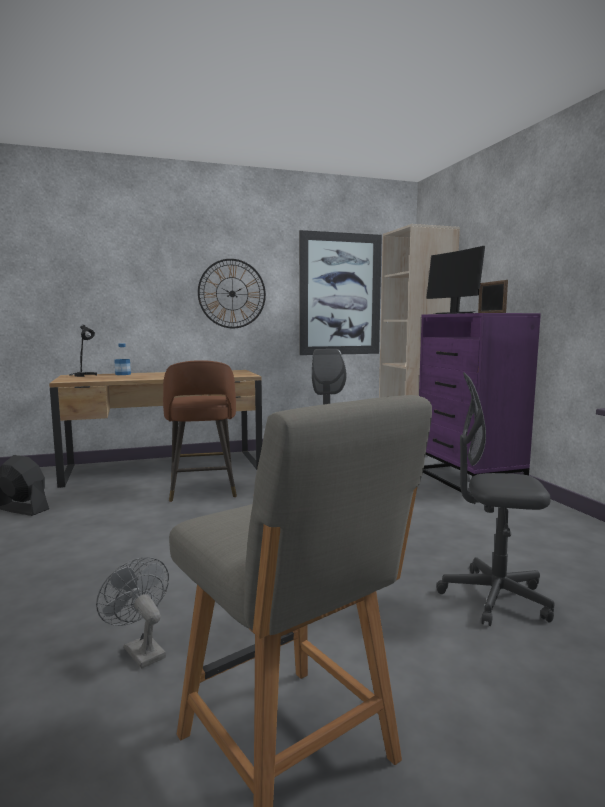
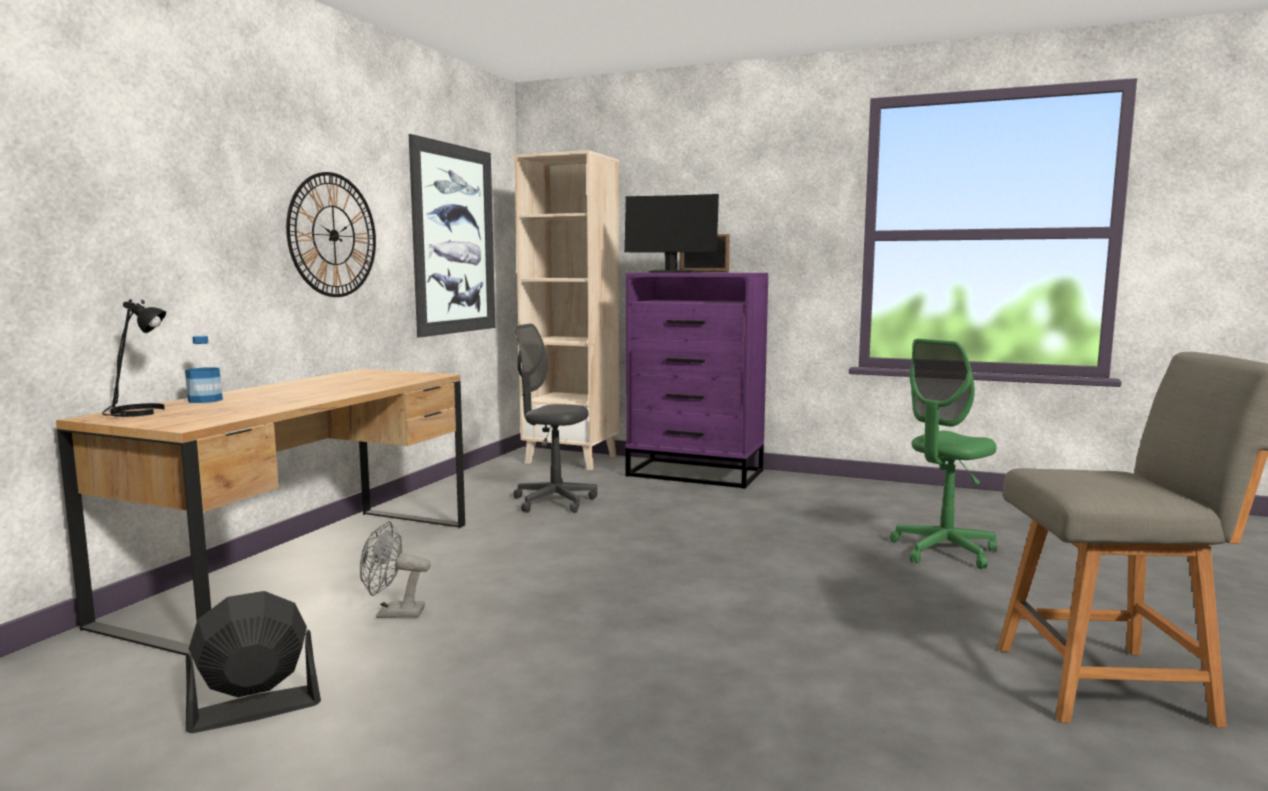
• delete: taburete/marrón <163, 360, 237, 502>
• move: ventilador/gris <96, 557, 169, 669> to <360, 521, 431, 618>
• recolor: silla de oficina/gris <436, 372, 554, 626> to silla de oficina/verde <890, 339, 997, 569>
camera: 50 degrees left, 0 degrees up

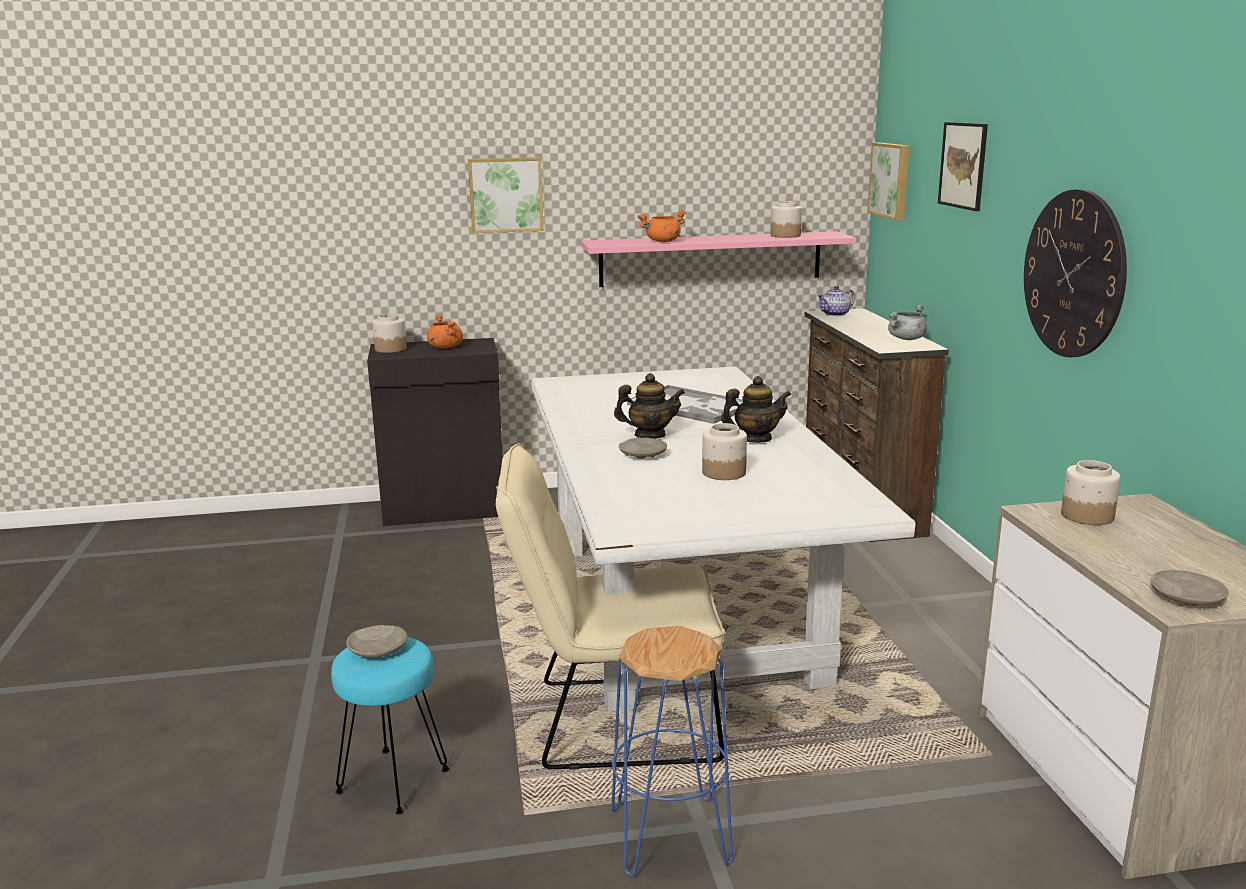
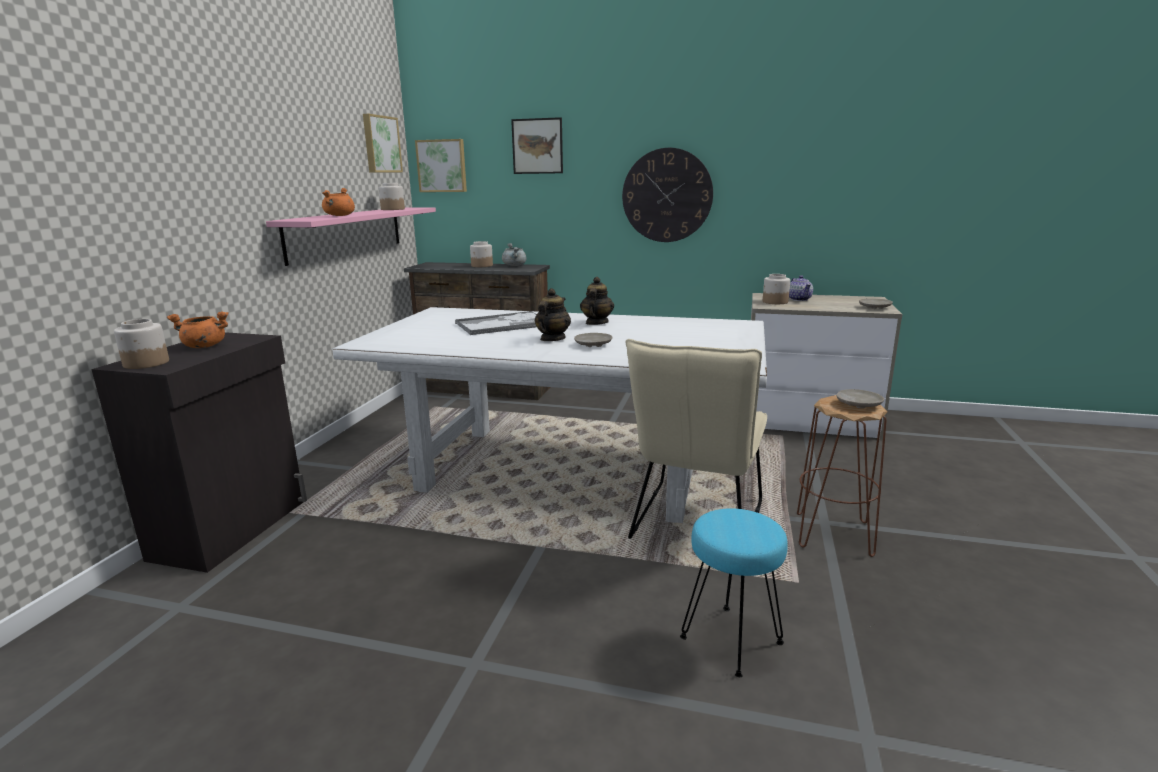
• move: plato/beis <346, 625, 407, 658> to <836, 389, 884, 409>
• move: cuadro <468, 157, 544, 233> to <363, 114, 403, 173>
• move: tarro <702, 423, 747, 480> to <470, 241, 493, 267>
• move: tetera <817, 286, 855, 316> to <789, 275, 813, 301>
• recolor: taburete/azul <611, 626, 733, 877> to taburete/marrón <797, 395, 888, 557>
camera: 65 degrees left, 0 degrees up

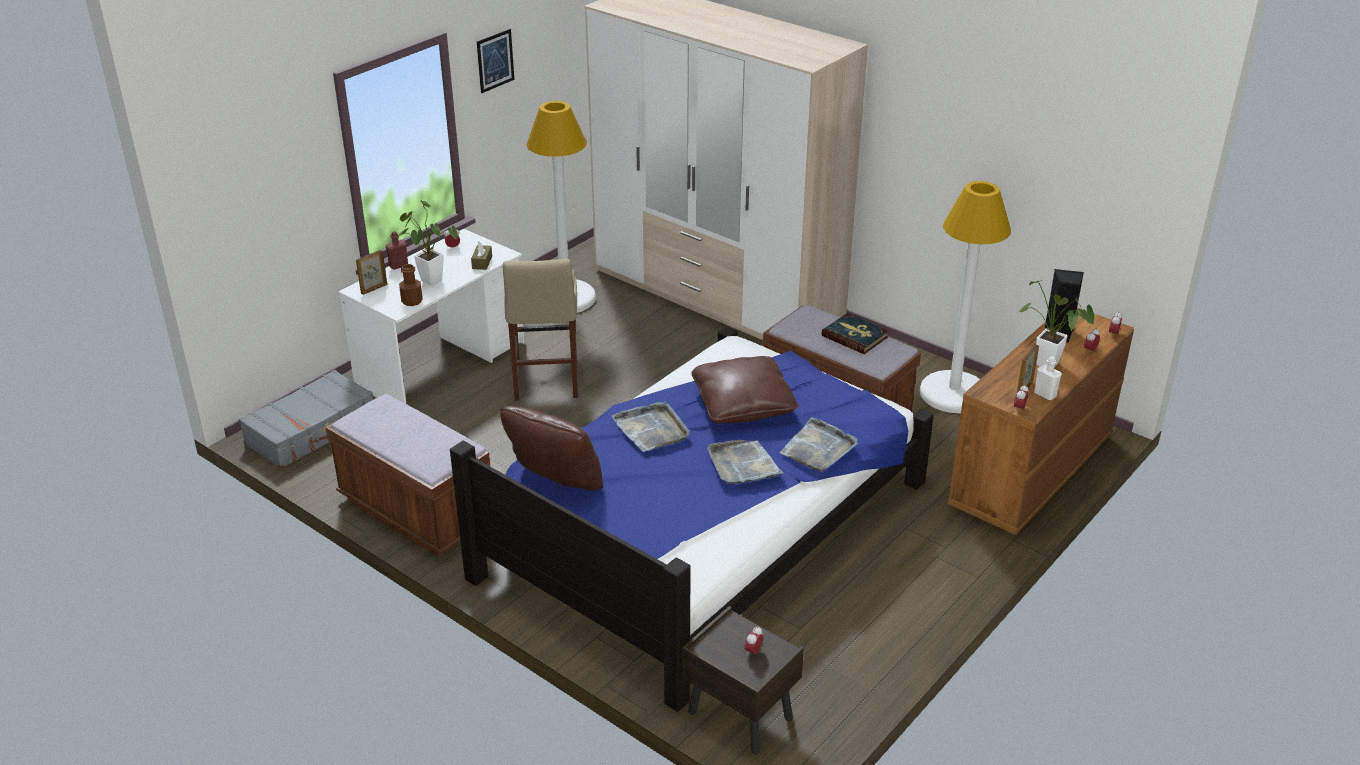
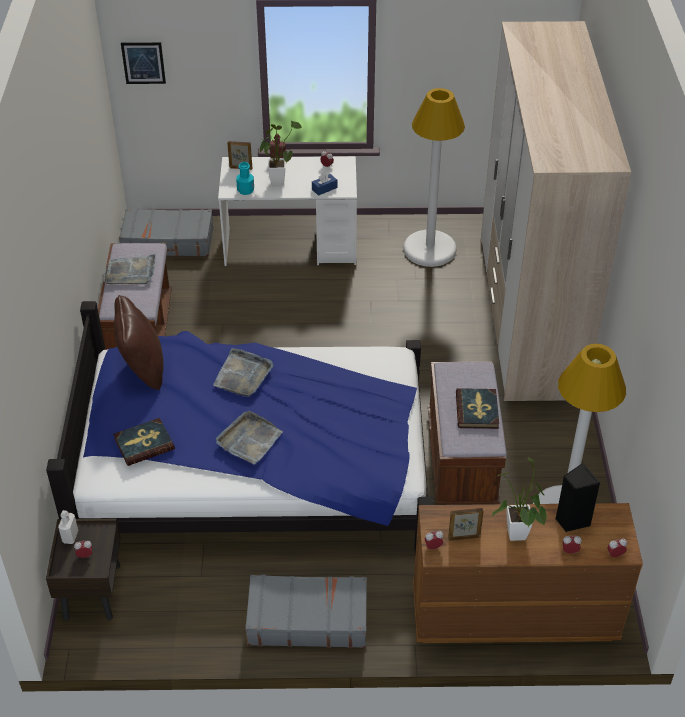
• delete: taburete/beis <503, 259, 578, 401>
• delete: cojín/marrón <692, 356, 799, 423>
• insert: libro <113, 418, 175, 466>
• insert: maleta/gris <245, 574, 367, 648>
• move: cuadro <477, 29, 514, 93> to <121, 42, 166, 84>
• move: bandeja/gris <780, 417, 858, 472> to <103, 254, 156, 284>
• move: botella/blanco <1034, 356, 1062, 400> to <58, 510, 78, 544>
• recolor: botella/marrón <399, 264, 423, 306> to botella/turquesa <236, 162, 254, 195>
• recolor: caja de pañuelos/marrón <471, 242, 492, 270> to caja de pañuelos/azul <312, 172, 337, 196>
camera: 50 degrees right, 10 degrees up

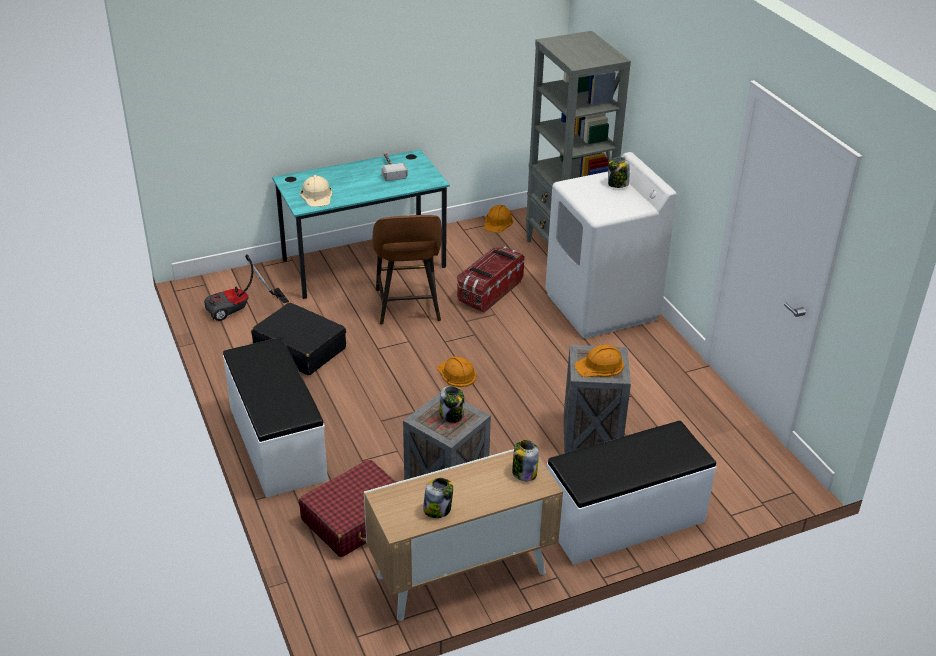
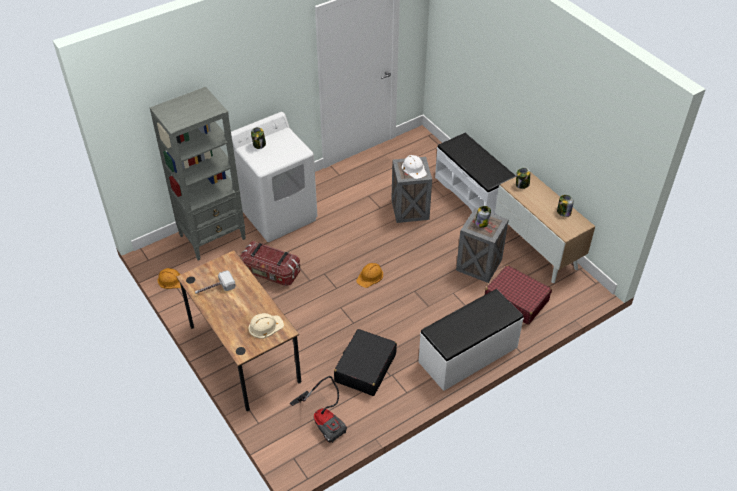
• delete: taburete/marrón <373, 215, 442, 325>
• recolor: escritorio/turquesa <272, 149, 450, 299> to escritorio/marrón <177, 250, 301, 412>
• recolor: casco/naranja <574, 344, 624, 377> to casco/blanco <402, 155, 427, 179>
camera: 100 degrees left, 10 degrees up

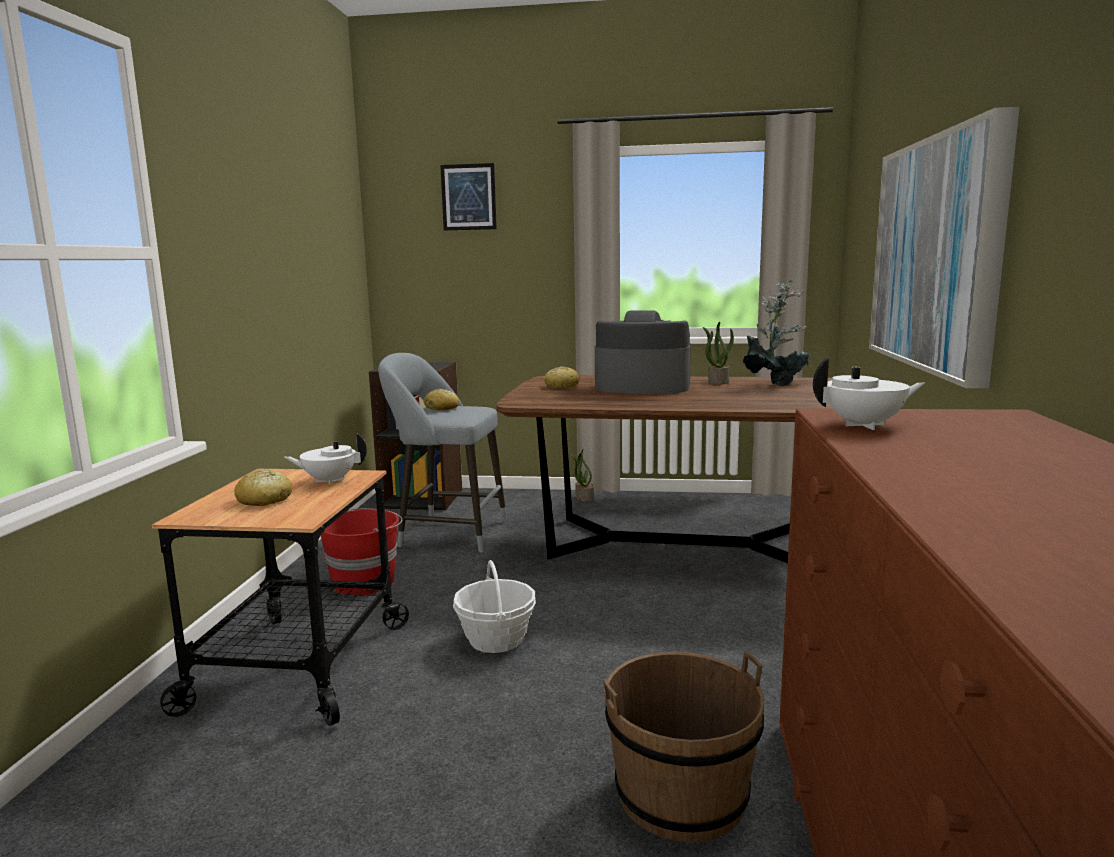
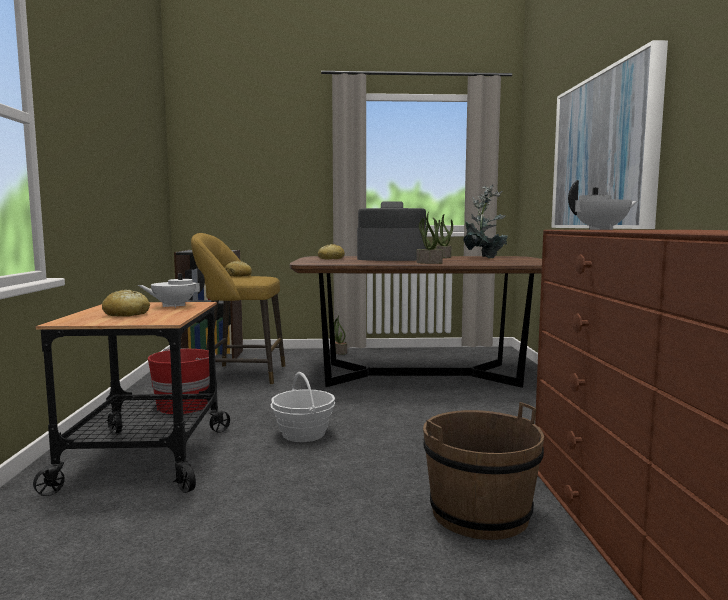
• delete: cuadro <440, 163, 497, 231>
• insert: planta en maceta <416, 212, 443, 264>
• recolor: taburete/gris <378, 353, 507, 552> to taburete/amarillo <191, 233, 285, 385>
camera: 10 degrees left, 5 degrees down

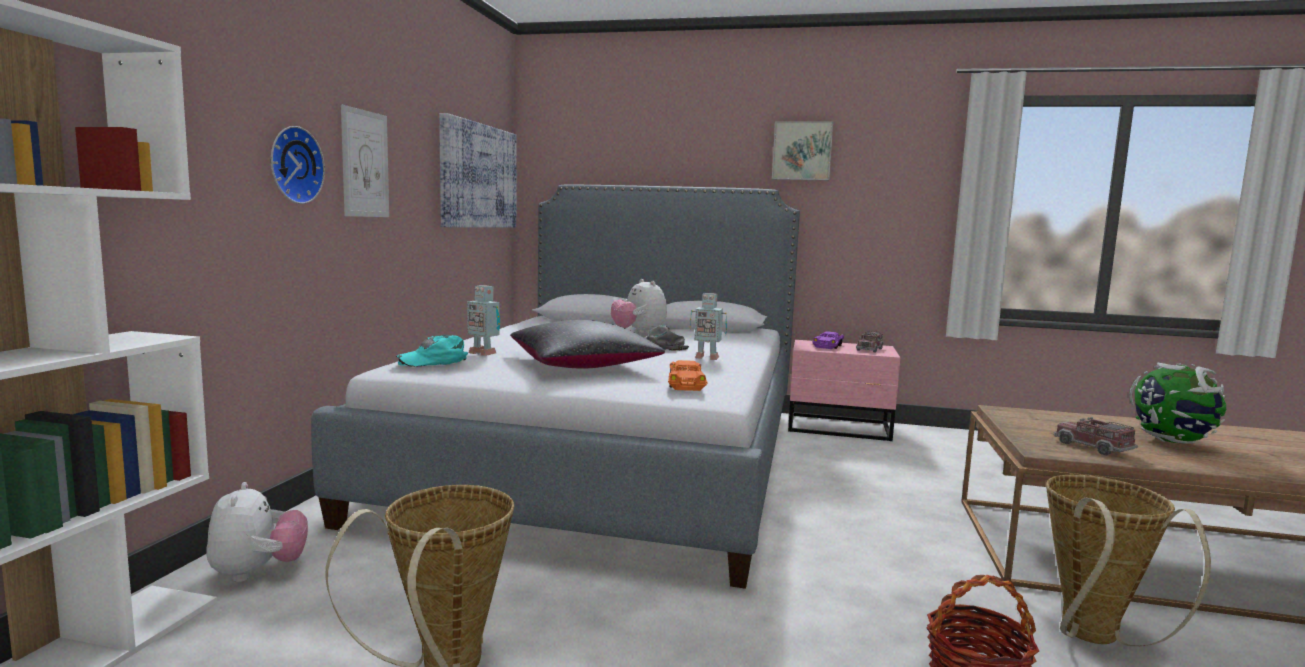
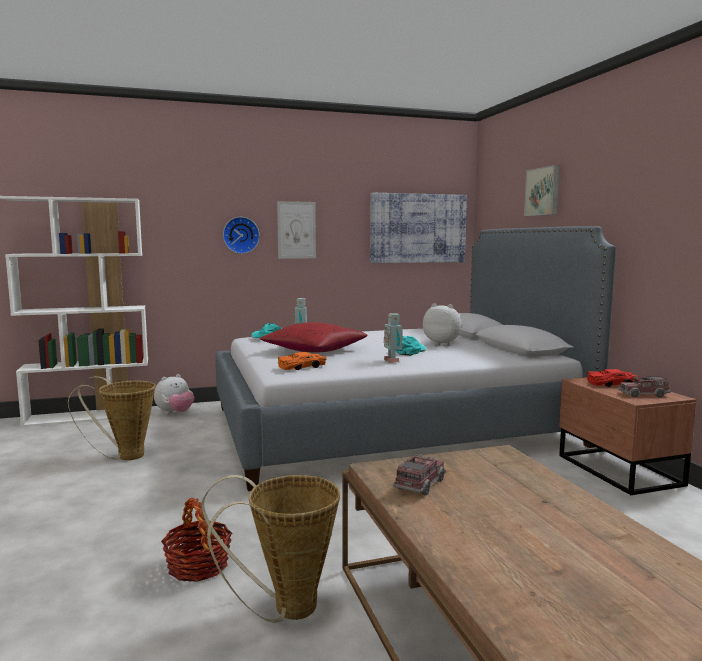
• delete: globo terráqueo <1129, 363, 1226, 444>
• move: cuadro <772, 121, 833, 181> to <524, 165, 560, 216>
• recolor: cojín/negro <510, 320, 665, 368> to cojín/rojo <260, 322, 368, 353>
• recolor: gorra/gris <644, 325, 689, 350> to gorra/turquesa <395, 336, 426, 356>
• recolor: mesita de noche/rosa <788, 340, 900, 441> to mesita de noche/marrón <559, 377, 696, 495>
• recolor: coche de juguete/morado <812, 331, 844, 349> to coche de juguete/rojo <587, 369, 640, 387>
• rotate: peluche <611, 279, 667, 335> = <423, 303, 462, 346> 90 degrees clockwise
camera: 60 degrees right, 0 degrees up

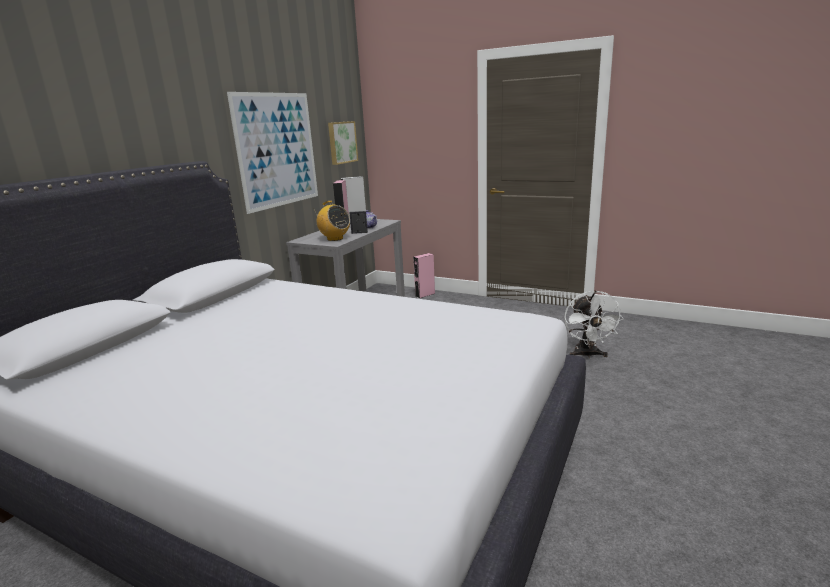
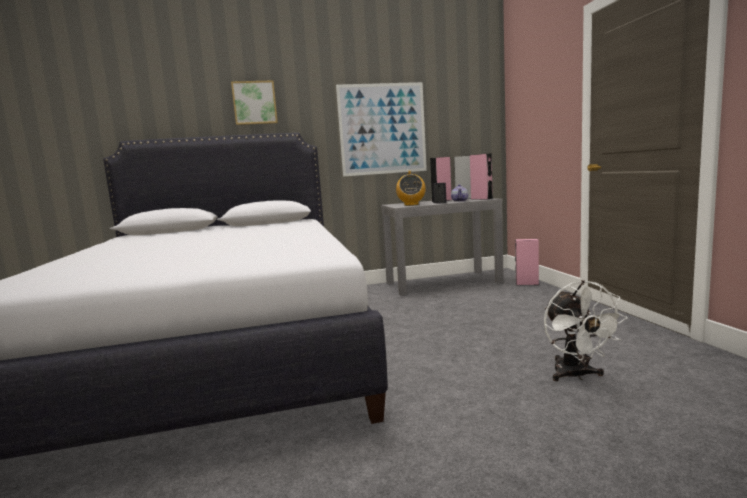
• insert: altavoz/rosa <470, 153, 493, 200>
• move: cuadro <328, 121, 358, 165> to <231, 80, 278, 125>
• rotate: ventilador/blanco <564, 290, 624, 358> = <544, 280, 628, 381> 60 degrees counterclockwise
camera: 50 degrees right, 10 degrees down

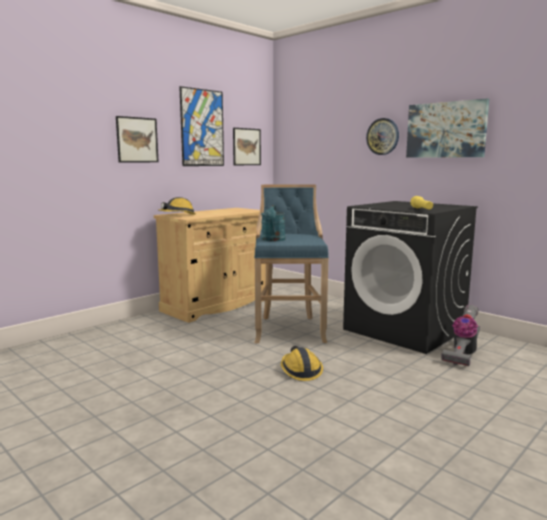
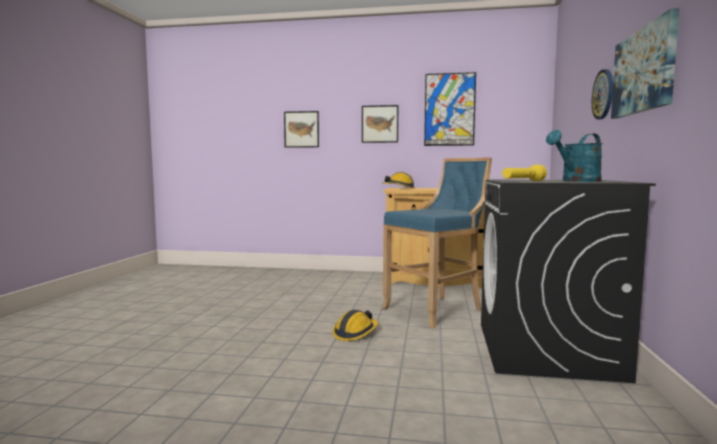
• delete: aspiradora <441, 305, 480, 366>
• move: cuadro <233, 128, 261, 165> to <284, 111, 319, 148>
• move: regadera/turquesa <262, 205, 285, 241> to <546, 130, 603, 182>
camera: 55 degrees right, 5 degrees down

